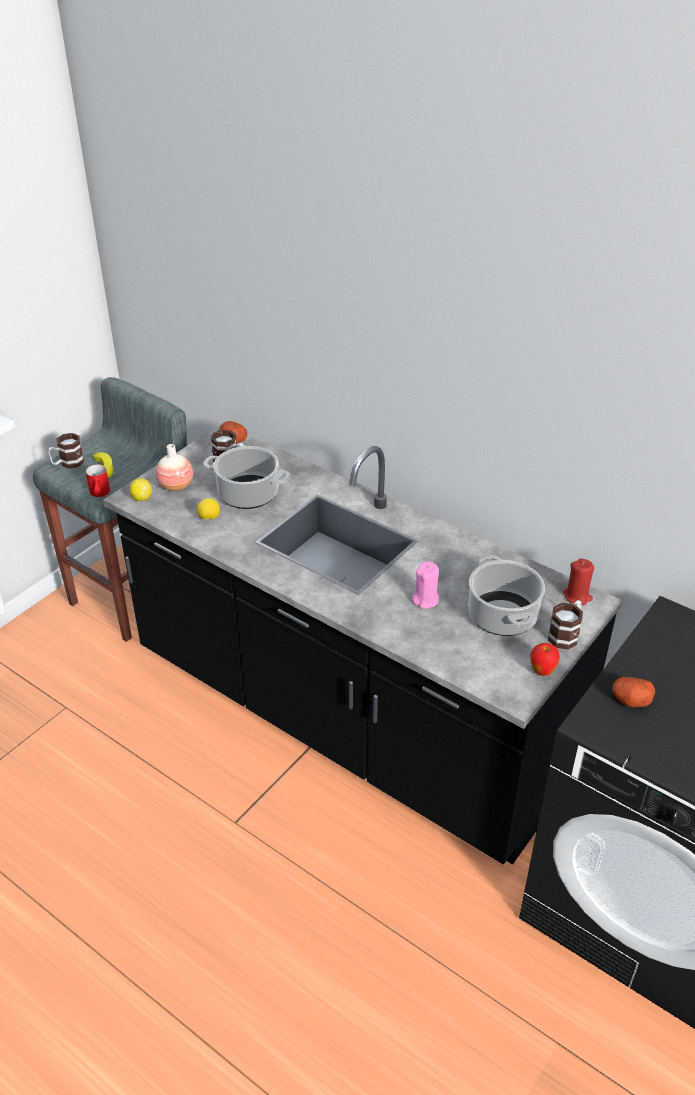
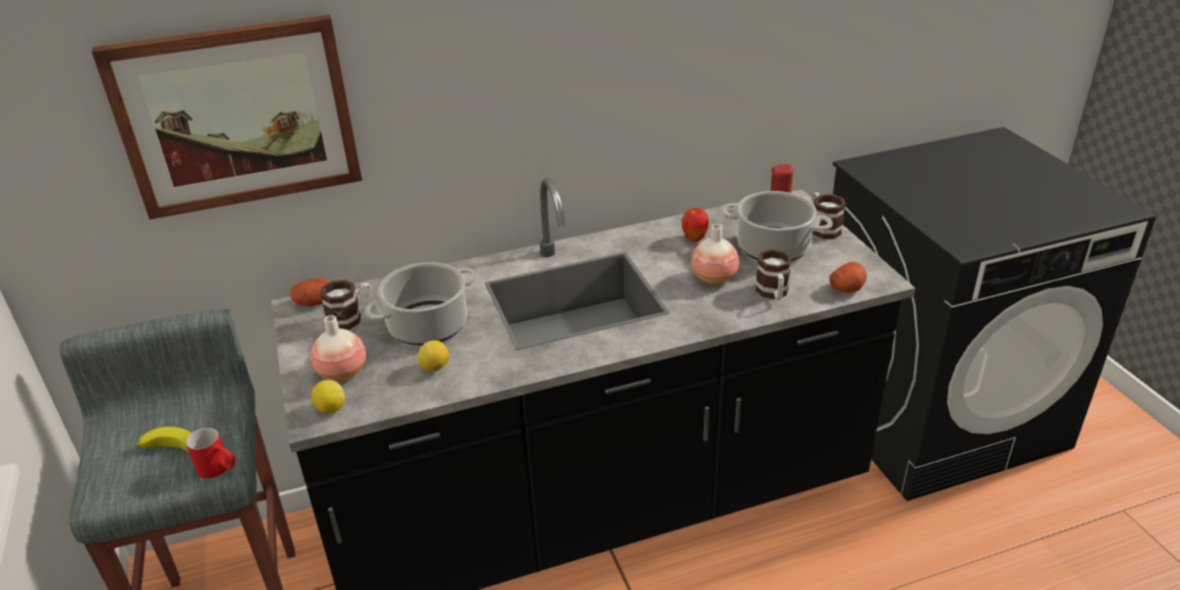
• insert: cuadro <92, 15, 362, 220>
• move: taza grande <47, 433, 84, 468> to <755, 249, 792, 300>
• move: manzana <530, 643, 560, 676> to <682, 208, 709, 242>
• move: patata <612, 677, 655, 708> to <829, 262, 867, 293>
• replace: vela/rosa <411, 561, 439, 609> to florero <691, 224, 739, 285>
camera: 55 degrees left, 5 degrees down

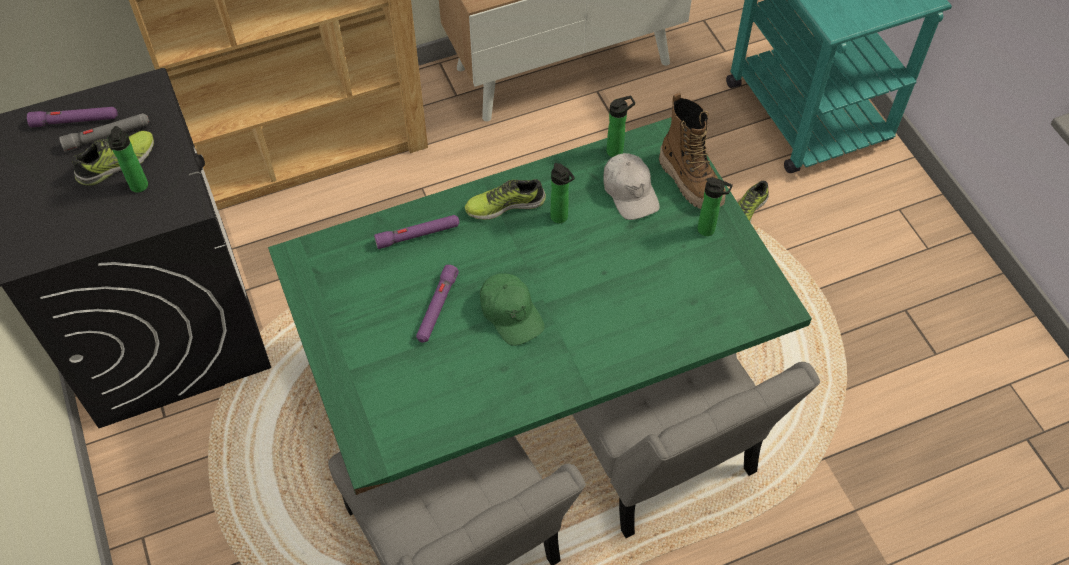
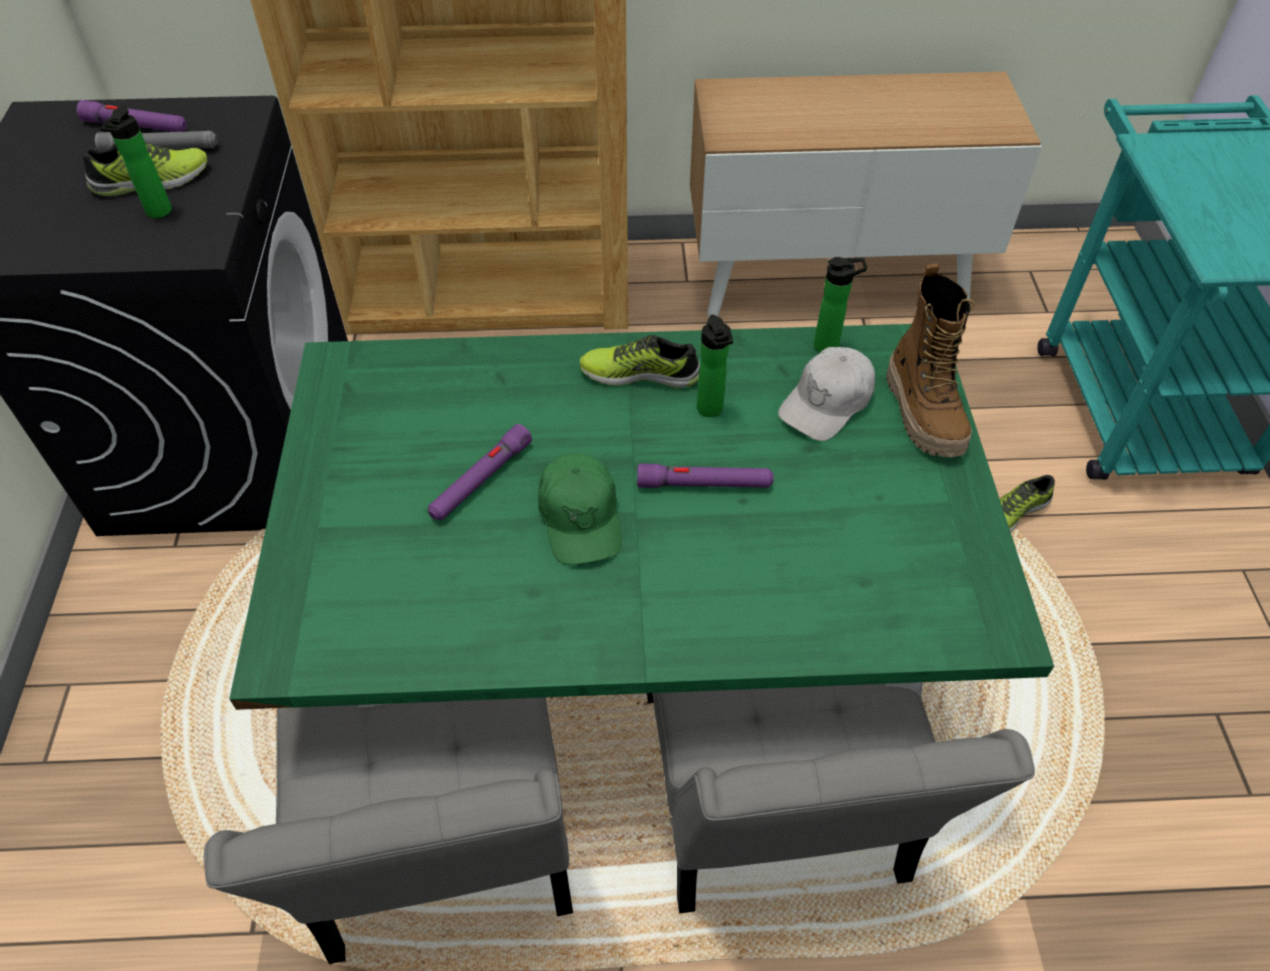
• delete: botella <697, 177, 733, 236>
• move: linterna/morado <374, 215, 460, 249> to <637, 464, 774, 488>
• rotate: gorra/blanco <603, 153, 660, 220> = <778, 347, 875, 441> 45 degrees clockwise
camera: 20 degrees right, 5 degrees down

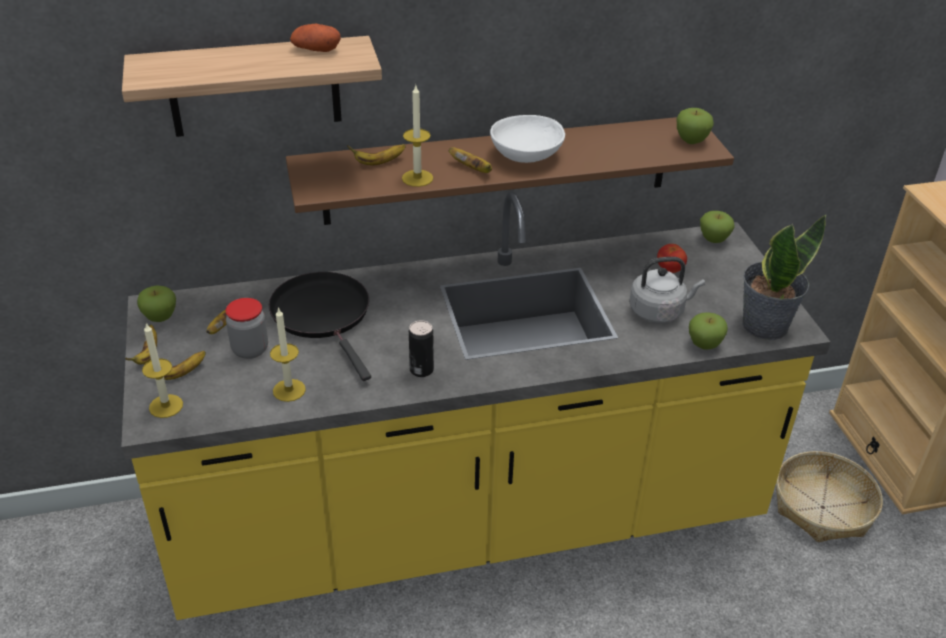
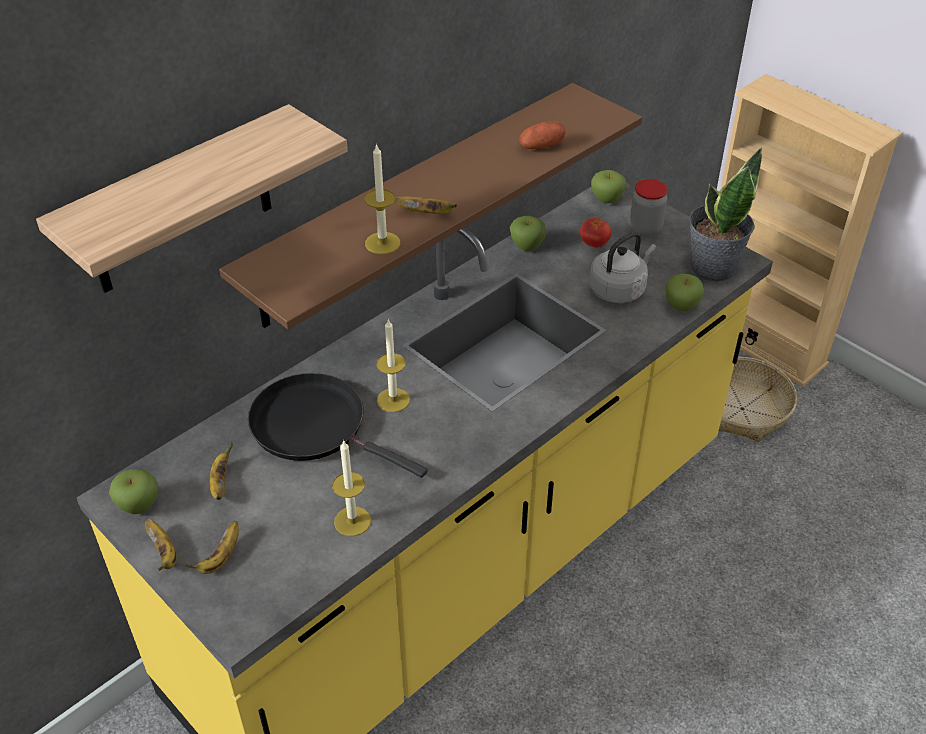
• delete: plátano <347, 144, 406, 165>
• delete: lata <409, 320, 434, 377>
• delete: cuenco/blanco <490, 115, 565, 163>
• move: vela <142, 322, 183, 418> to <376, 319, 410, 412>
• move: tarro <226, 298, 268, 359> to <630, 179, 668, 236>
• move: patata <290, 23, 341, 52> to <519, 121, 566, 149>
• move: manzana <677, 108, 714, 144> to <510, 216, 547, 251>
camera: 30 degrees left, 5 degrees up

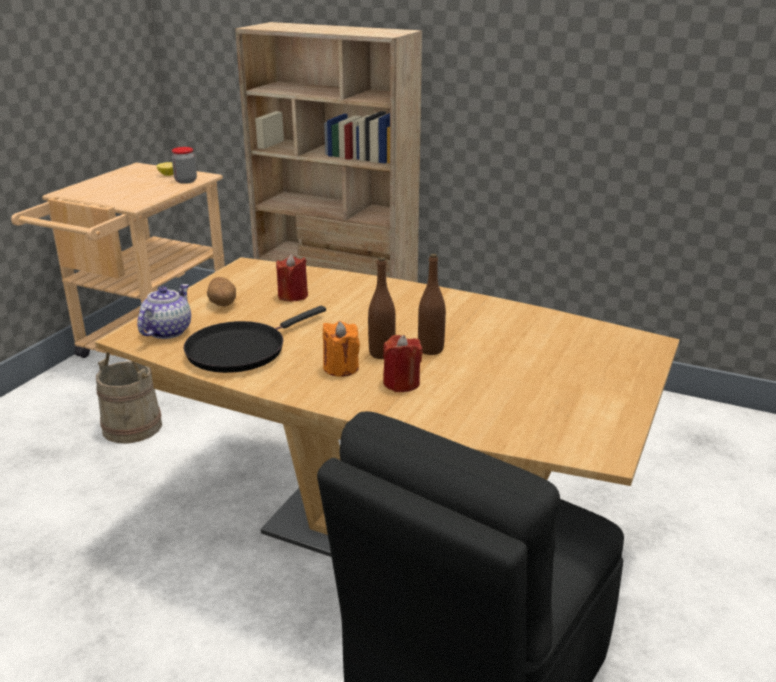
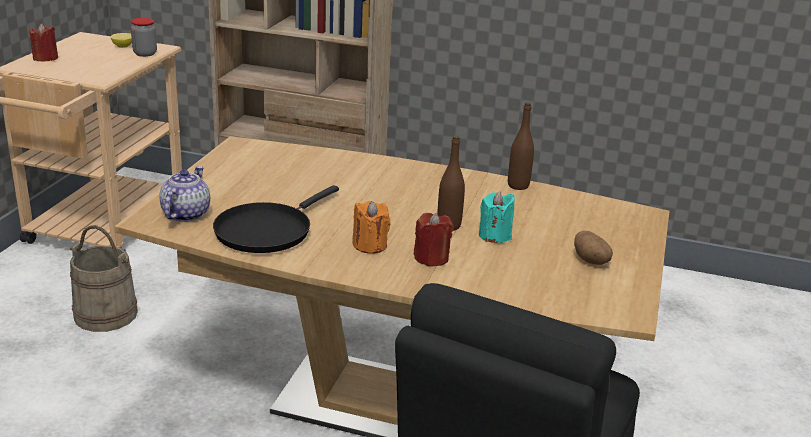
• insert: vela/turquesa <479, 191, 515, 243>
• move: patata <207, 277, 236, 307> to <574, 231, 613, 265>
• move: vela/rojo <276, 254, 308, 301> to <29, 23, 58, 61>
• move: botella/marrón <368, 257, 396, 359> to <508, 102, 534, 190>
camera: 10 degrees left, 0 degrees up

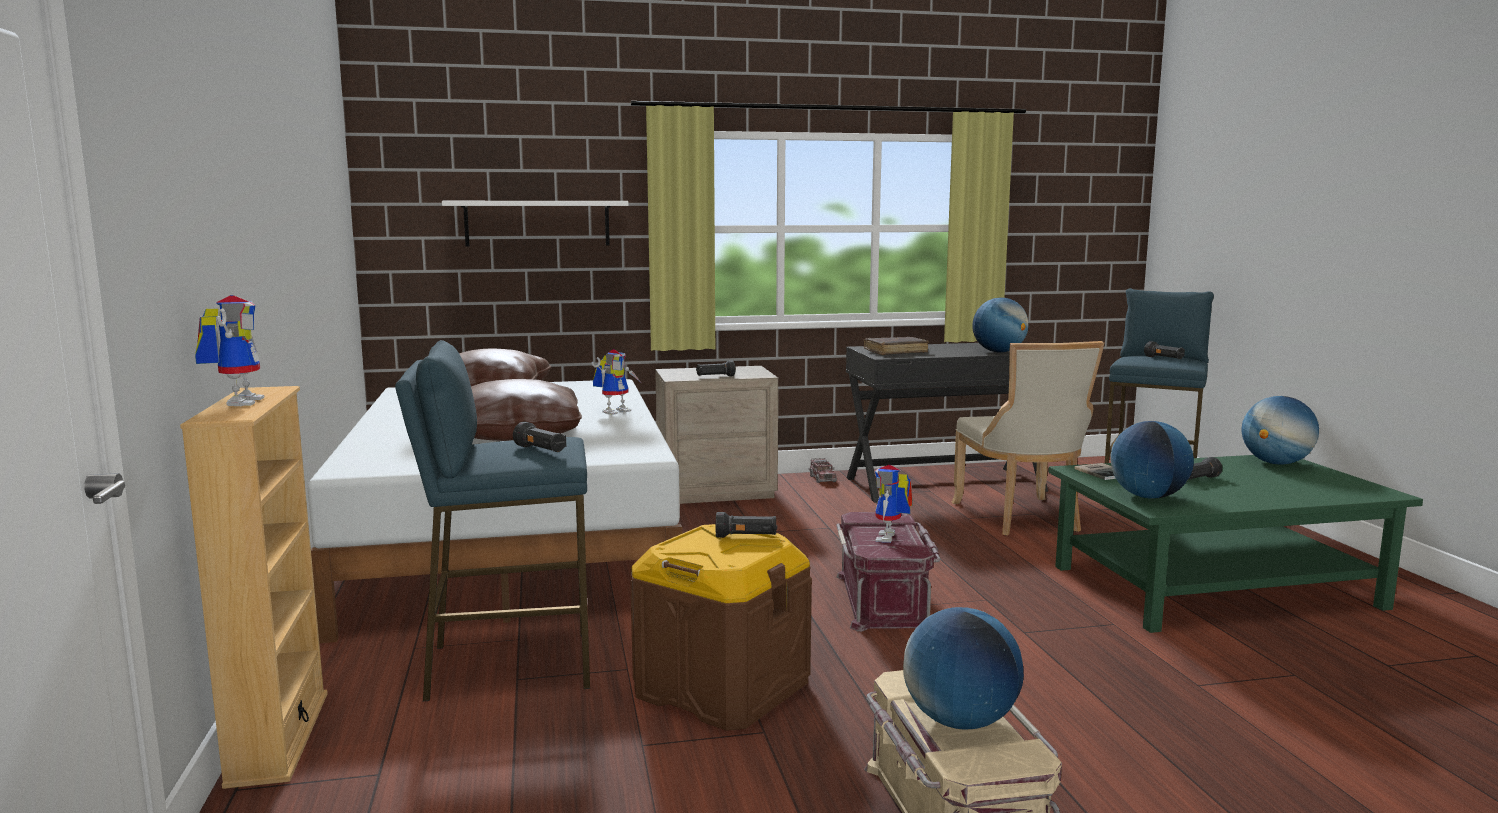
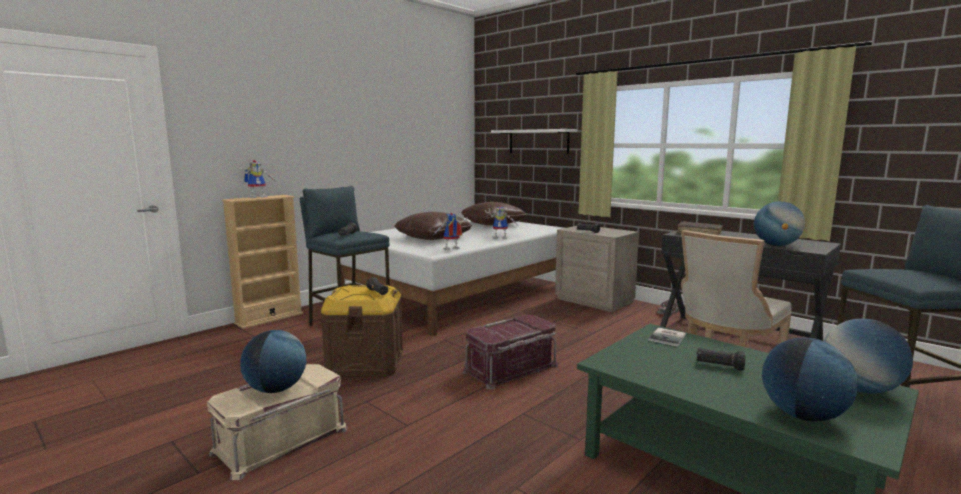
• delete: linterna/negro <1144, 341, 1185, 359>
• move: robot de juguete <875, 465, 913, 543> to <433, 213, 468, 250>
• move: globo terráqueo <1110, 421, 1194, 499> to <762, 338, 858, 421>
camera: 55 degrees right, 0 degrees up

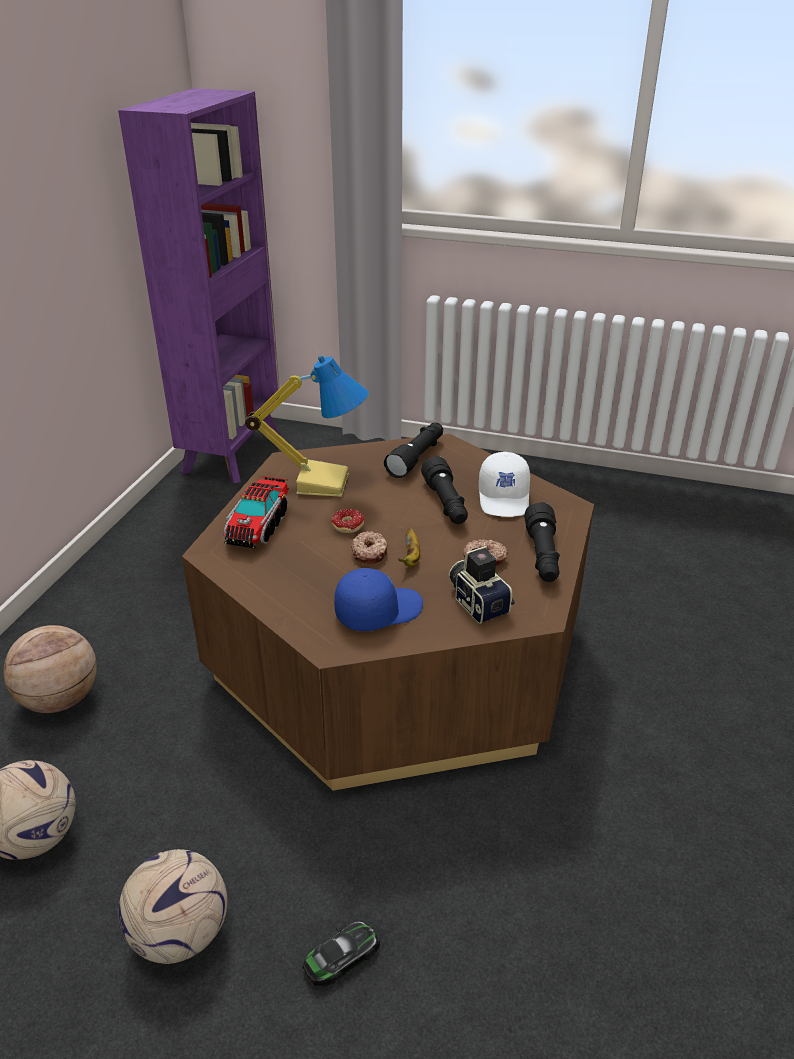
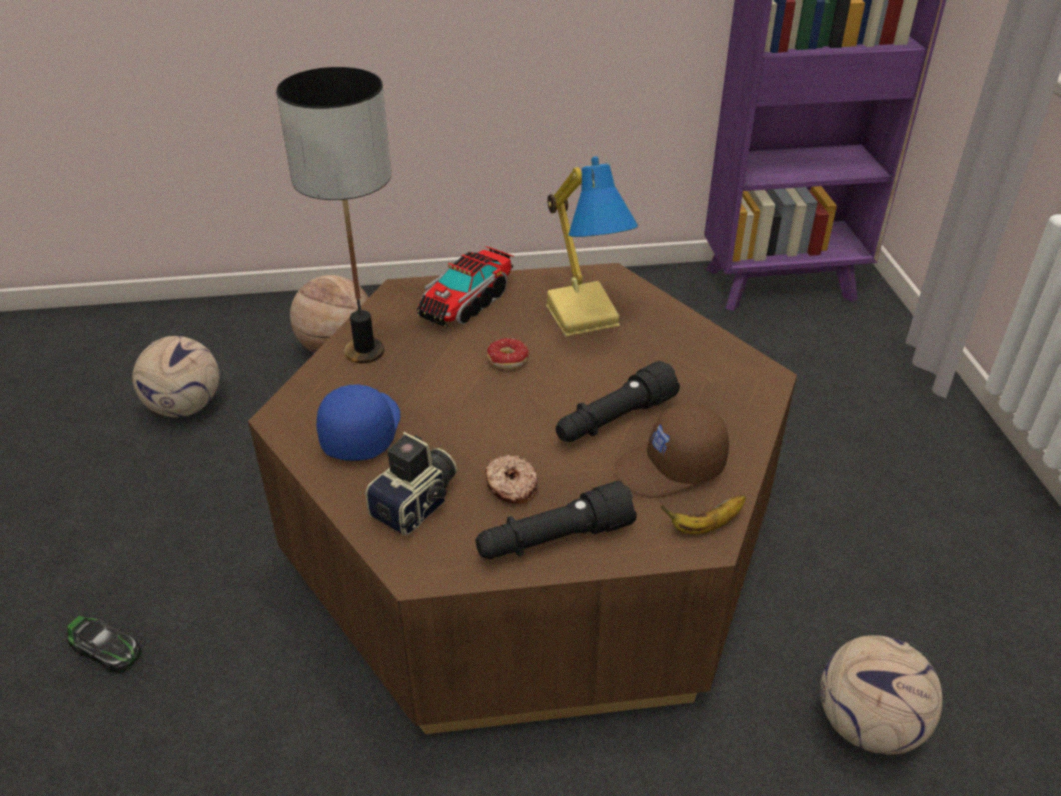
• delete: rosquilla <351, 531, 387, 564>
• delete: linterna/negro <384, 423, 443, 478>
• insert: lámpara de mesa <276, 67, 391, 363>
• move: balón de fútbol <119, 849, 227, 964> to <820, 635, 943, 754>
• move: plátano <398, 528, 420, 567> to <661, 495, 746, 534>
• recolor: gorra/blanco <479, 452, 530, 517> to gorra/marrón <615, 404, 729, 498>
• rotate: camión de juguete <224, 476, 288, 548> = <417, 246, 514, 328> 45 degrees counterclockwise
• rotate: gorra/azul <334, 568, 423, 631> = <316, 384, 400, 461> 120 degrees counterclockwise
camera: 65 degrees right, 5 degrees up

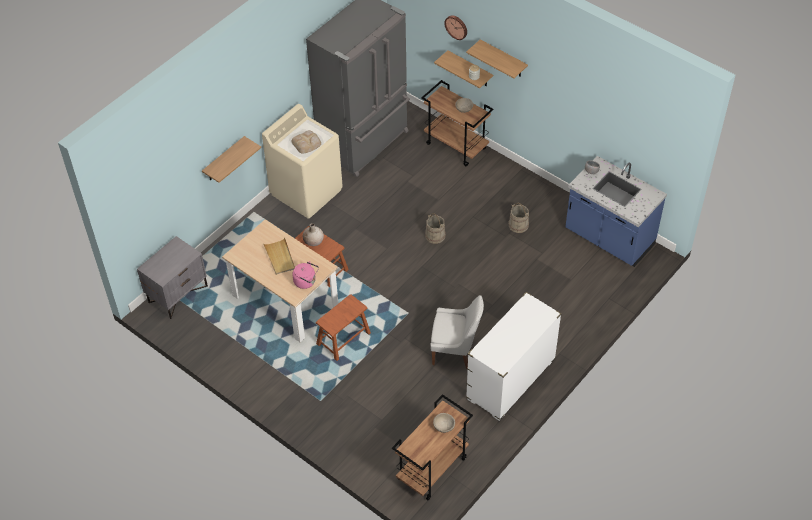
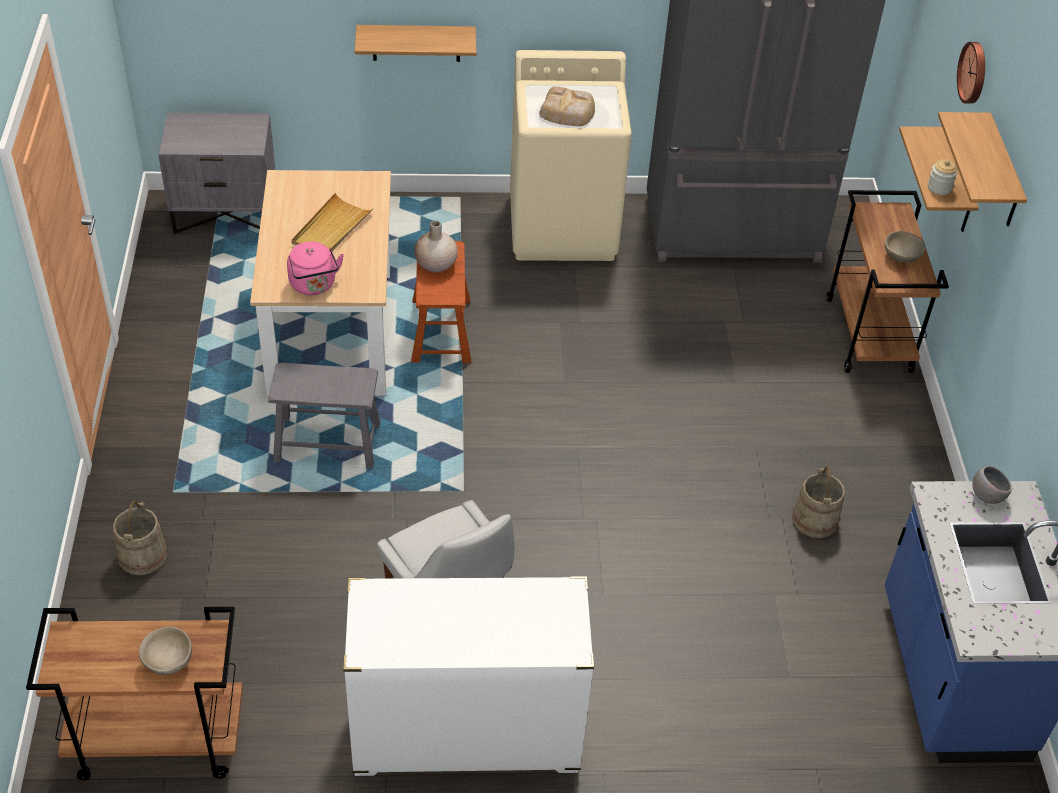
• move: cubo/beis <425, 213, 446, 244> to <113, 501, 167, 575>
• recolor: taburete/marrón <316, 294, 371, 361> to taburete/gris <268, 363, 380, 468>
camera: 45 degrees right, 5 degrees down

